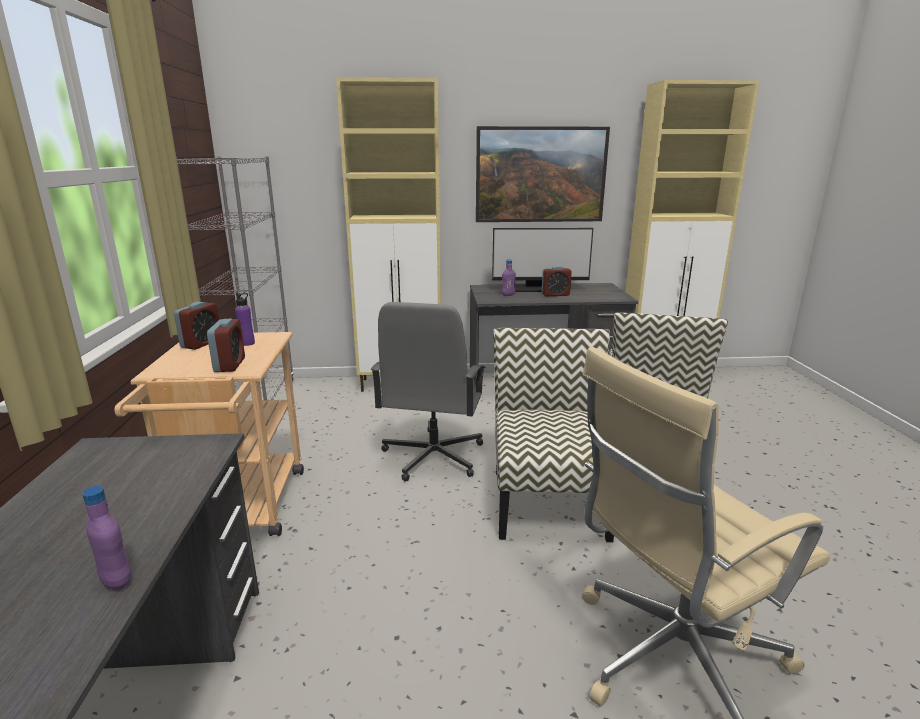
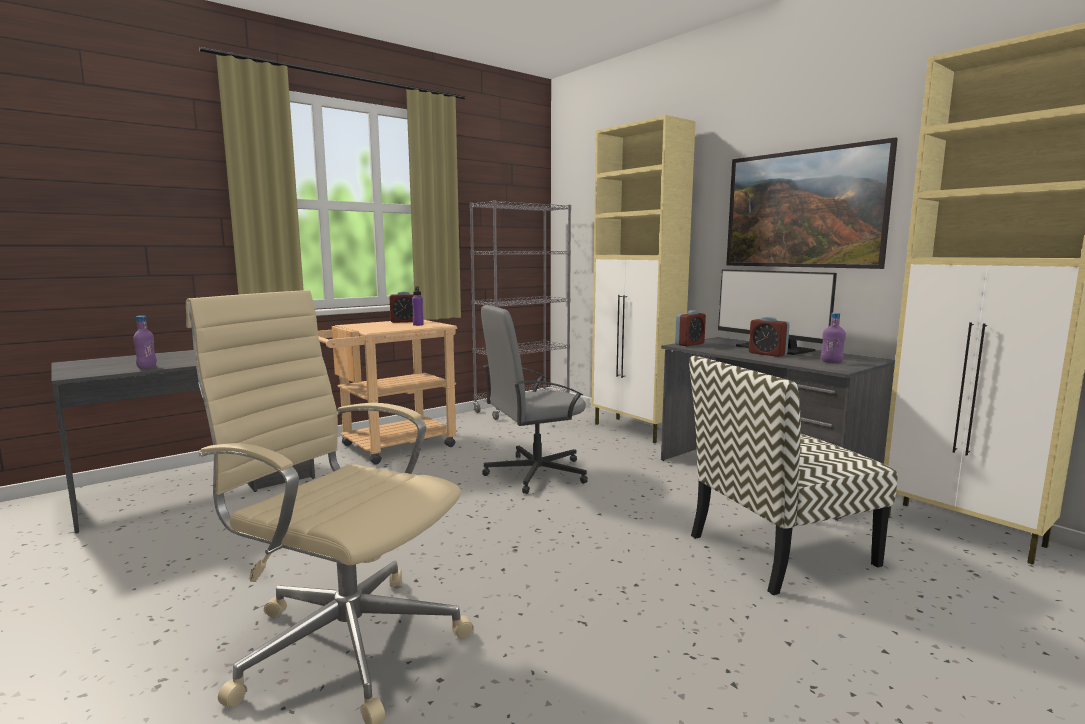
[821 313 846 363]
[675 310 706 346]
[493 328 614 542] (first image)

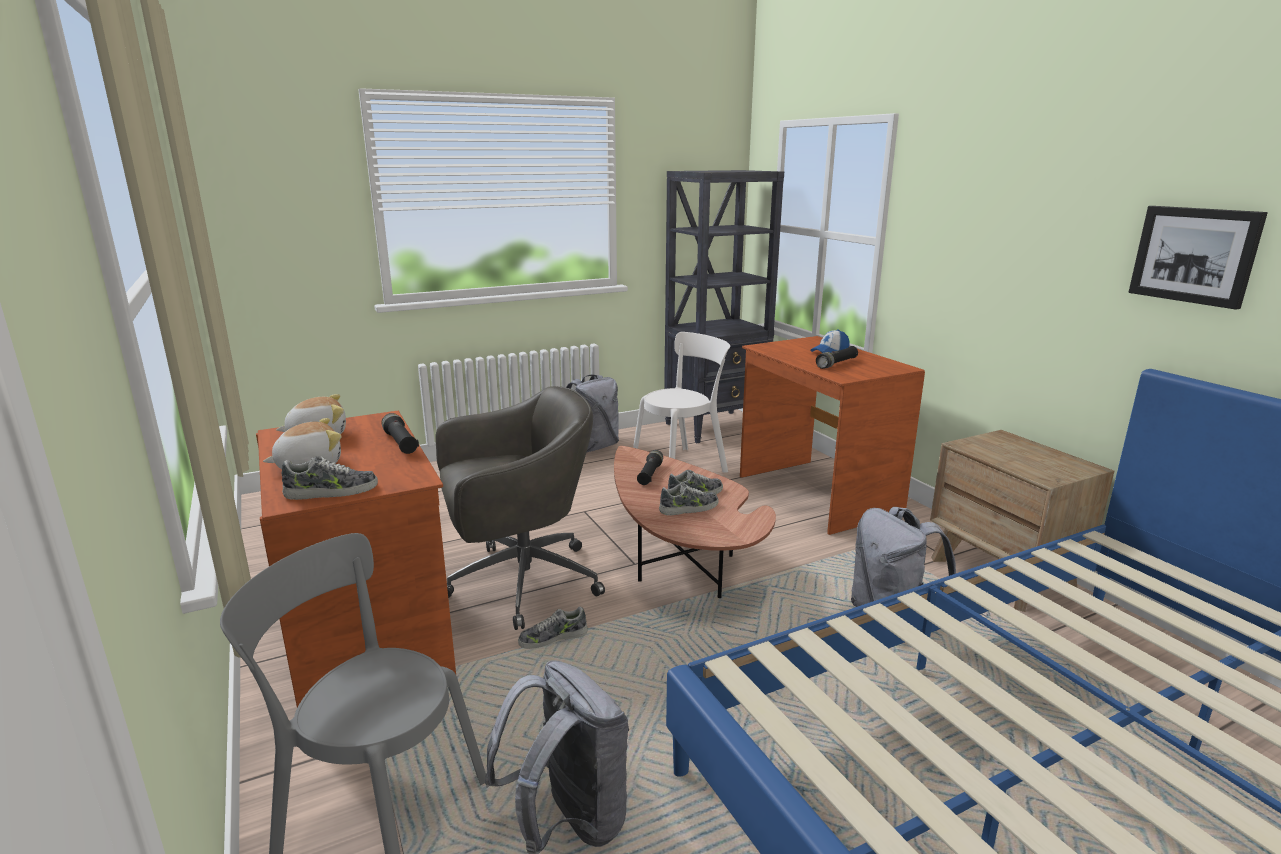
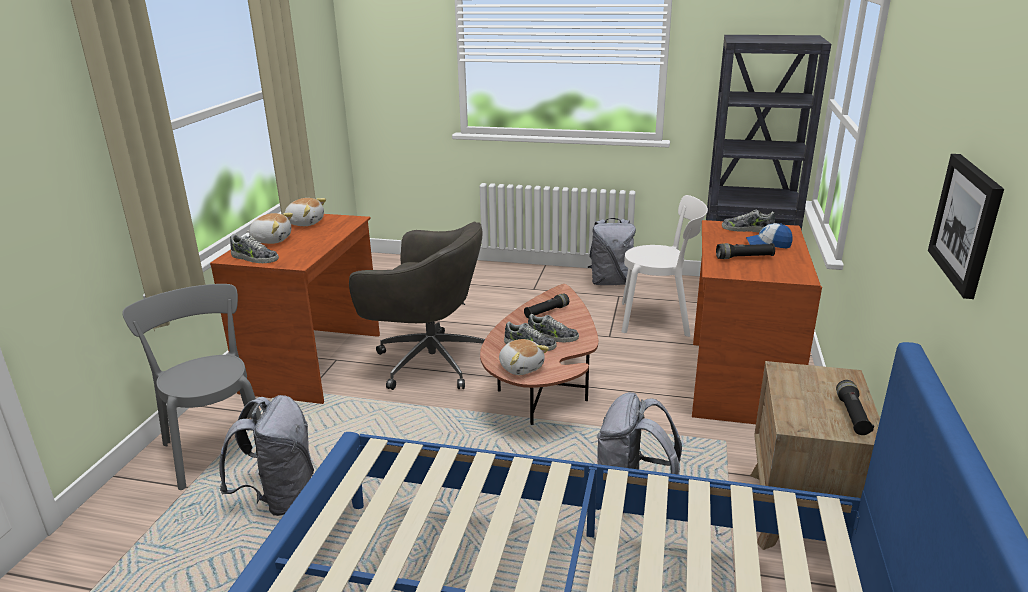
[836 380 874 435]
[722 210 775 233]
[499 339 549 375]

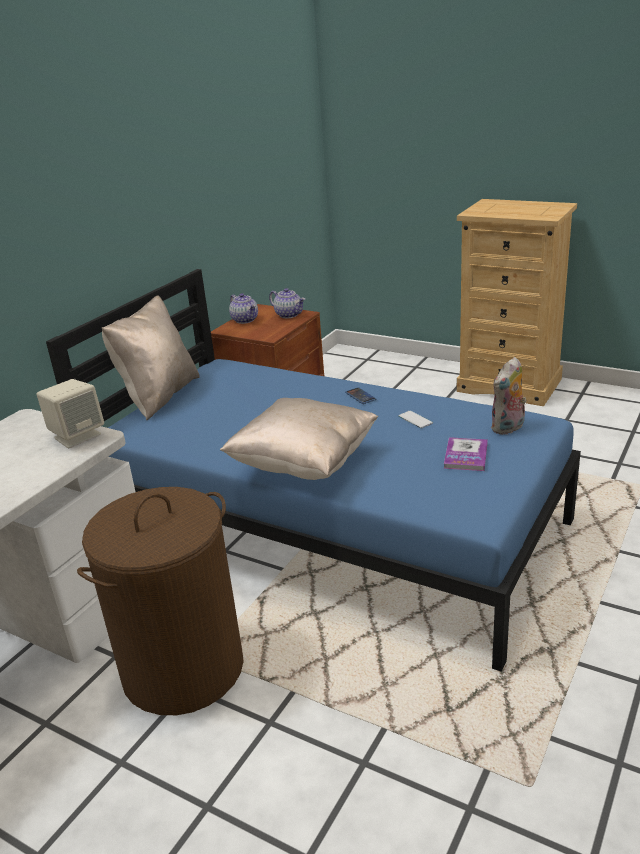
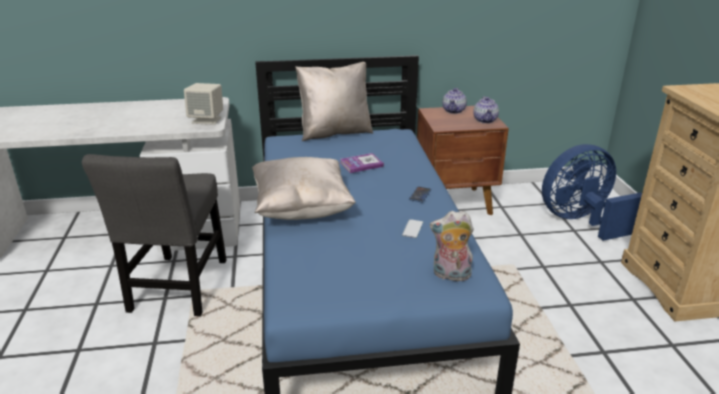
[340 153 384 173]
[82 154 227 316]
[542 144 642 241]

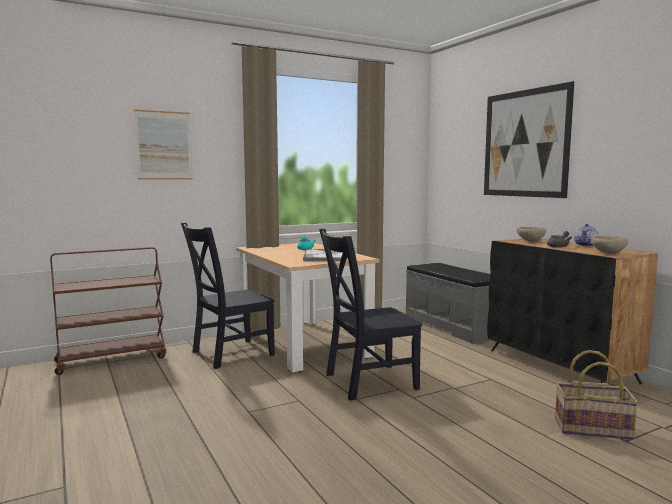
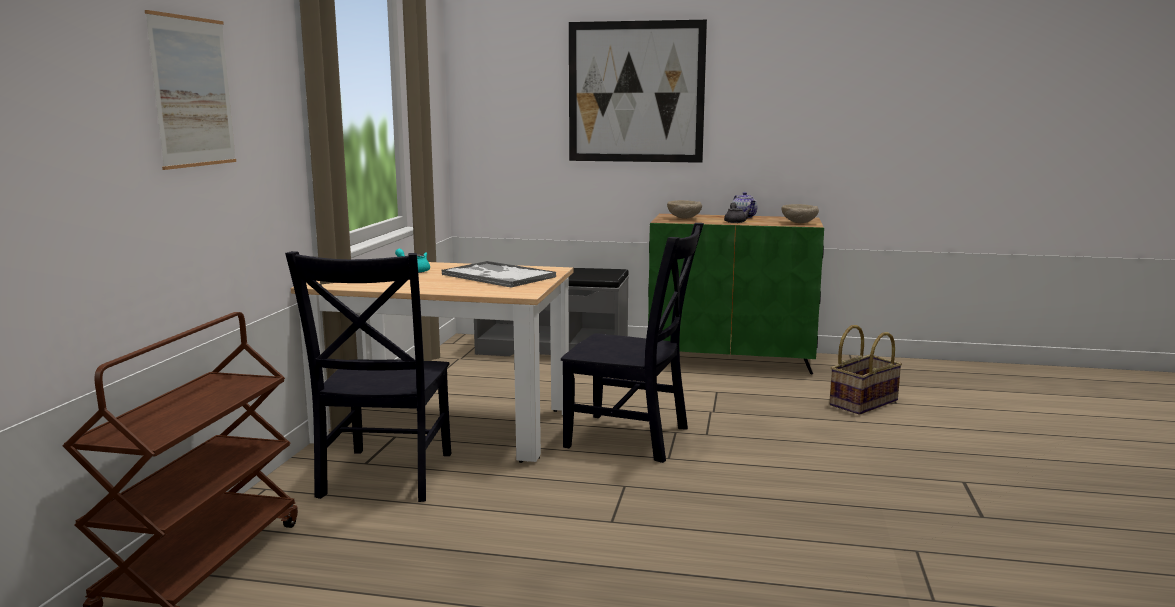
[561 223 704 463]
[648 214 824 374]

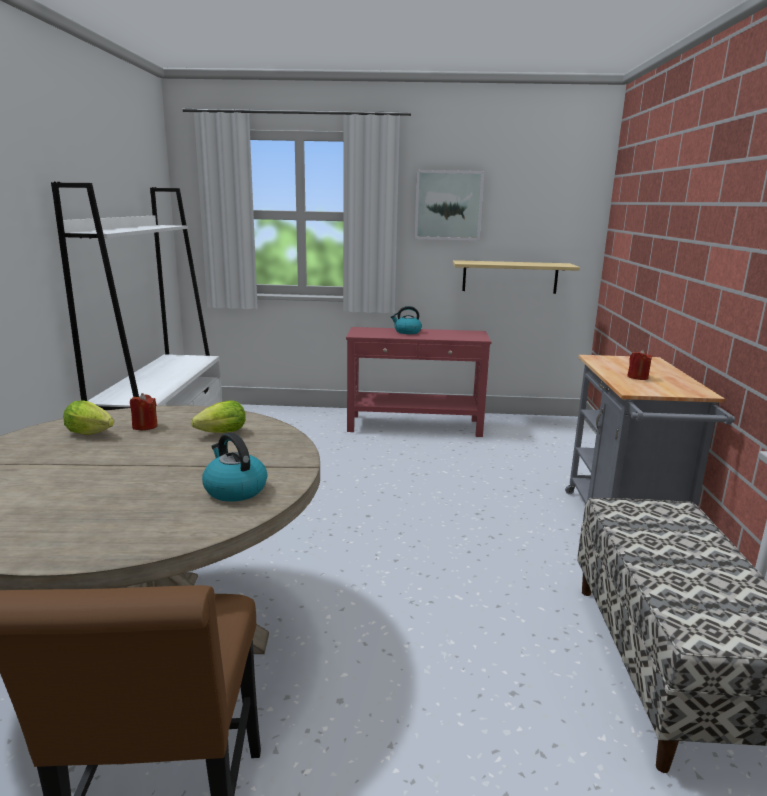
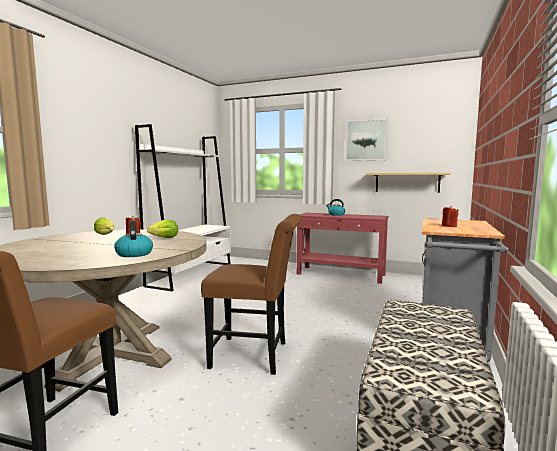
[201 214 302 375]

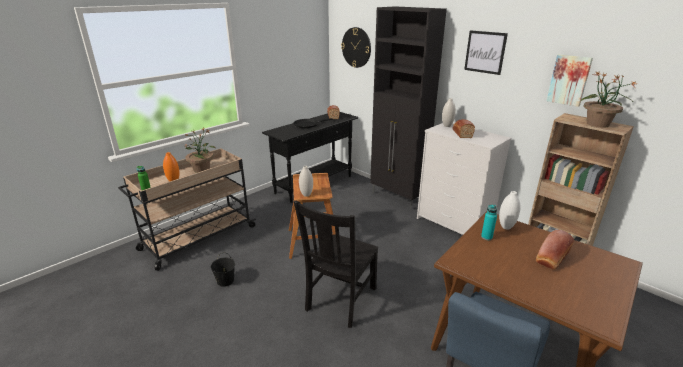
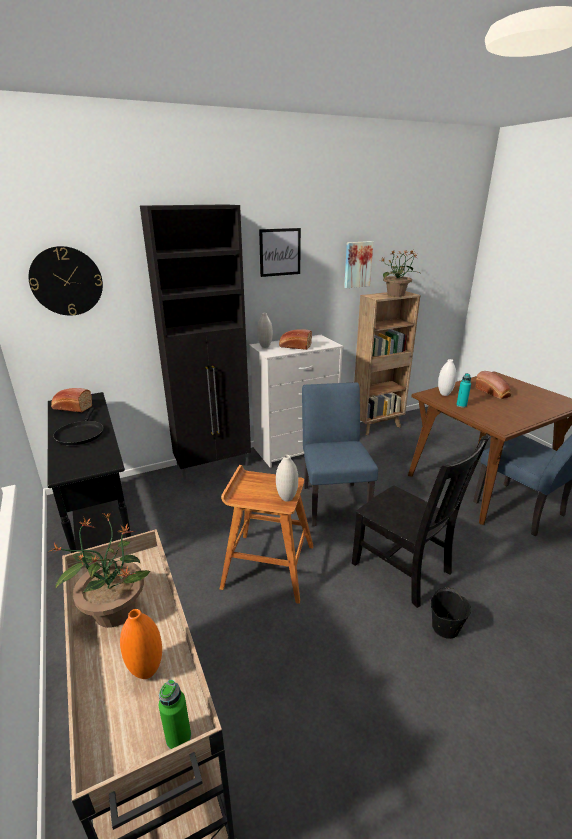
[431 588 471 639]
[302 382 378 526]

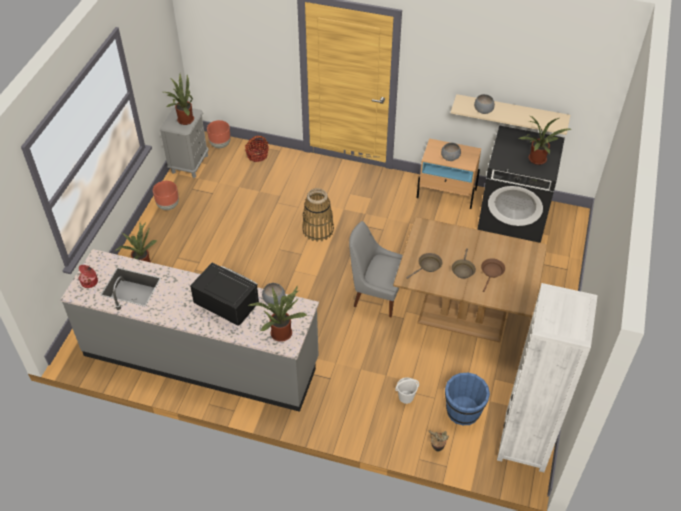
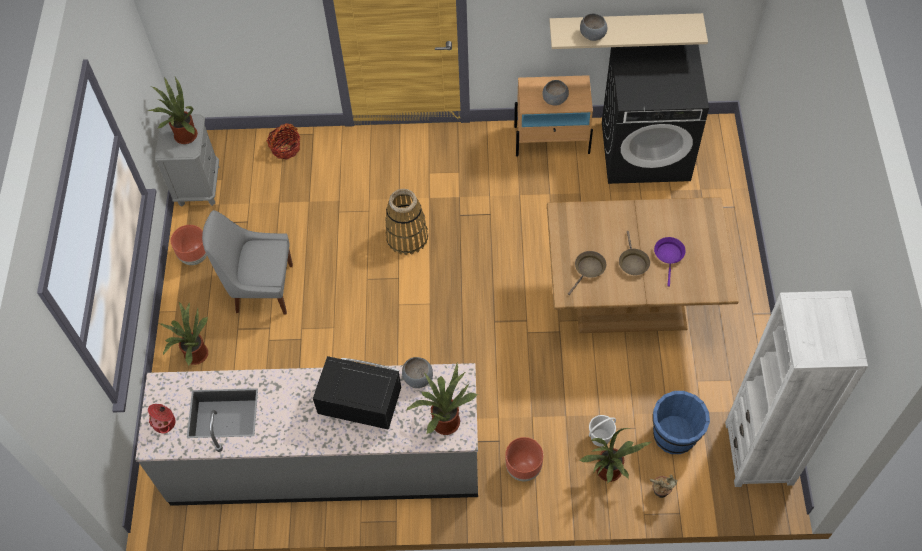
[579 428 651 483]
[505 437 543 481]
[202 210 293 314]
[654 237 685 287]

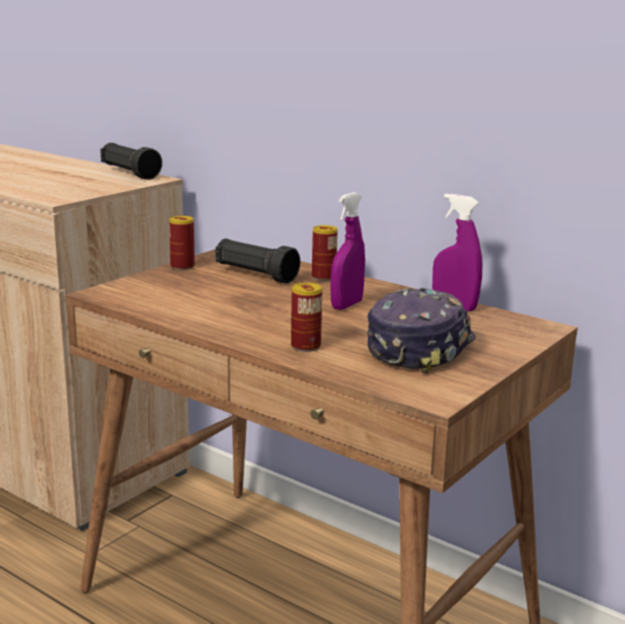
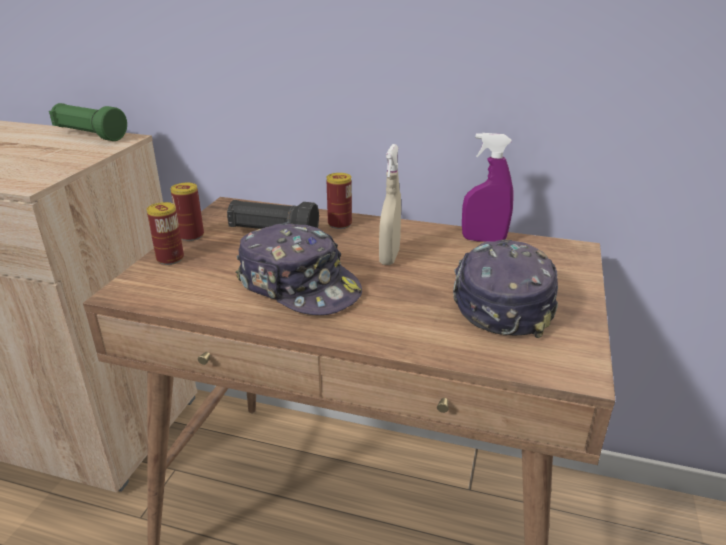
[49 103 127 141]
[379 144 401 265]
[147 202 184 265]
[236 222 362 315]

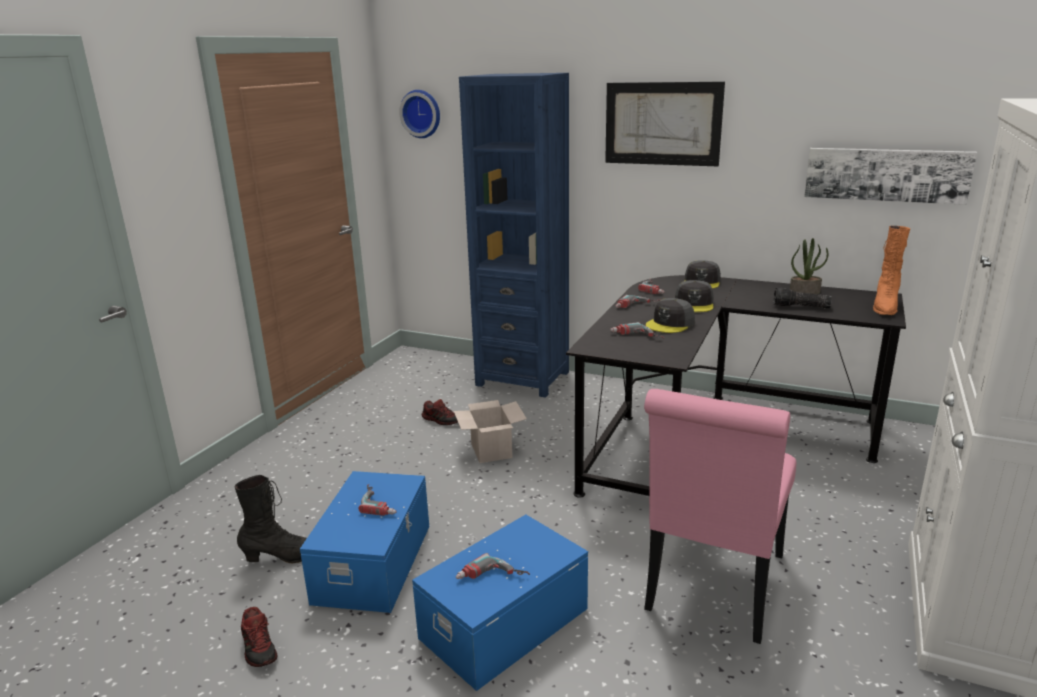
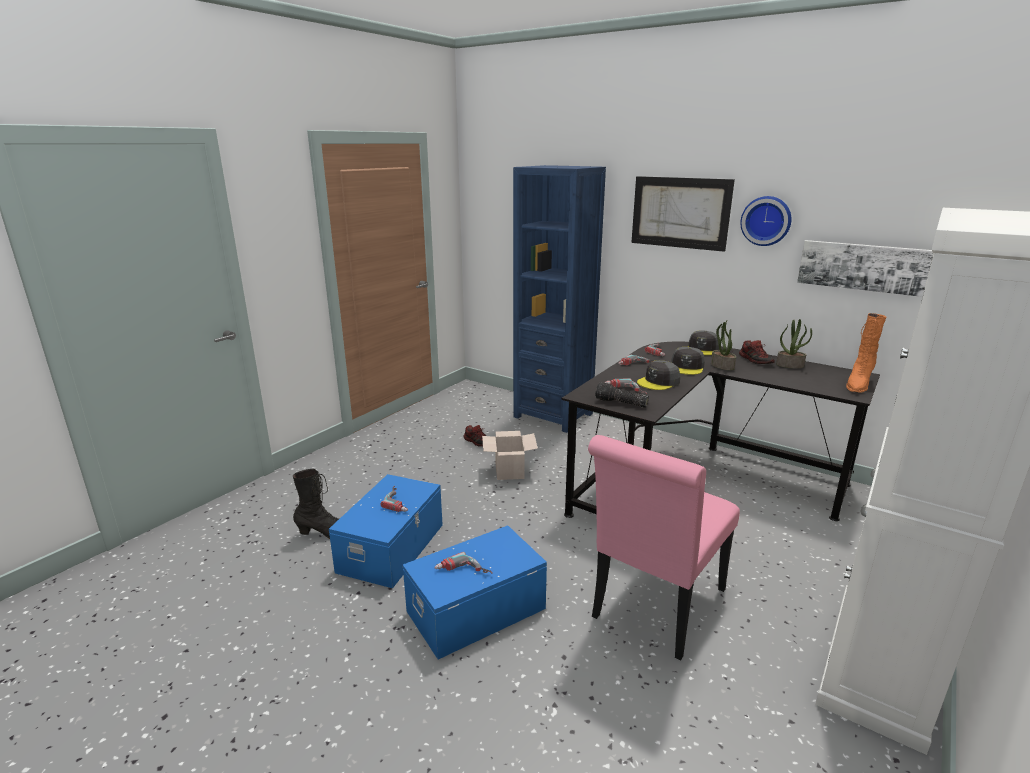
[740 196 792 246]
[595 382 649 408]
[739 340 775 364]
[711 319 736 370]

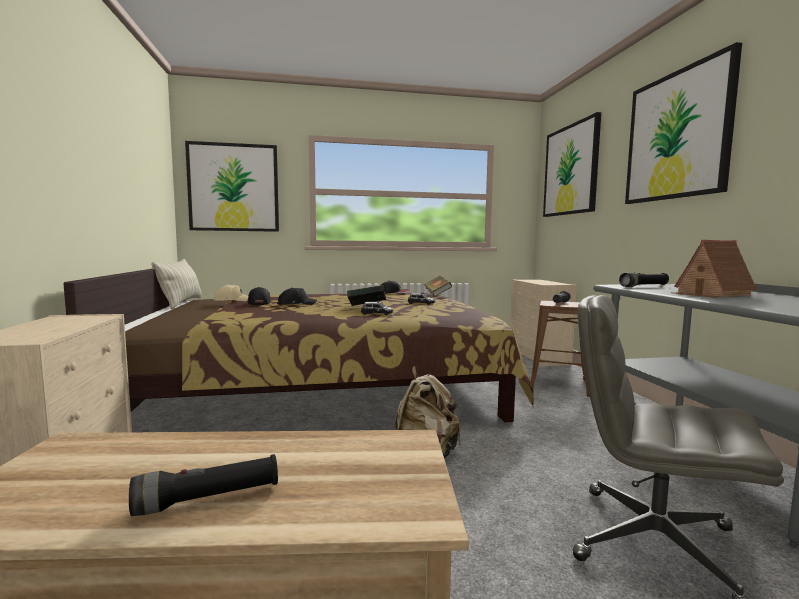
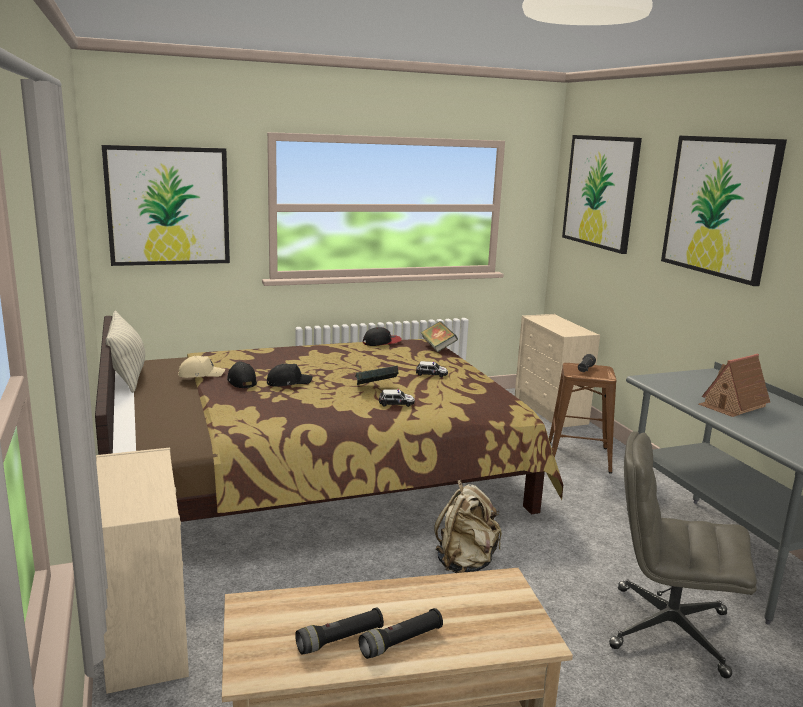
[295 607 384 655]

